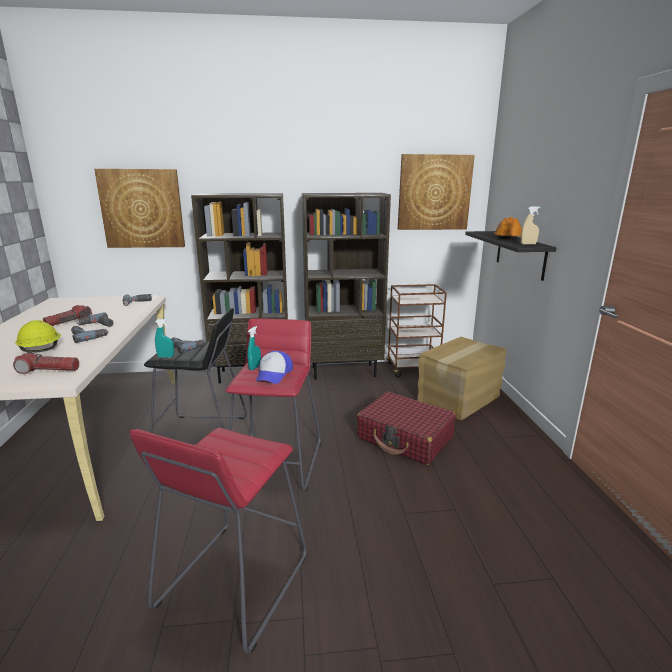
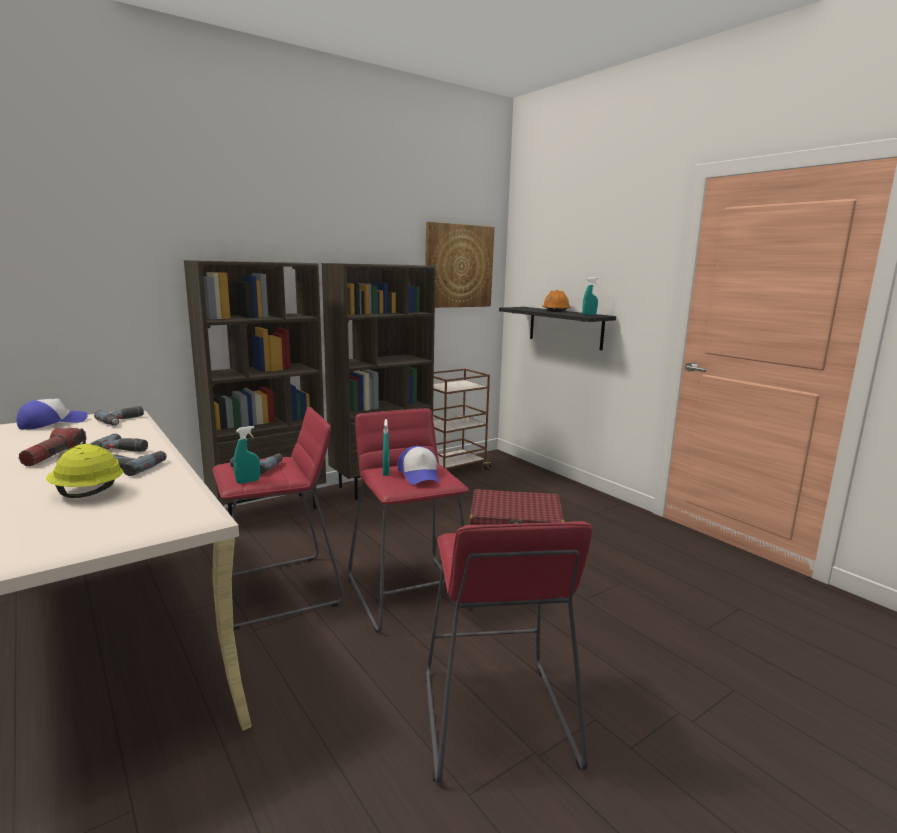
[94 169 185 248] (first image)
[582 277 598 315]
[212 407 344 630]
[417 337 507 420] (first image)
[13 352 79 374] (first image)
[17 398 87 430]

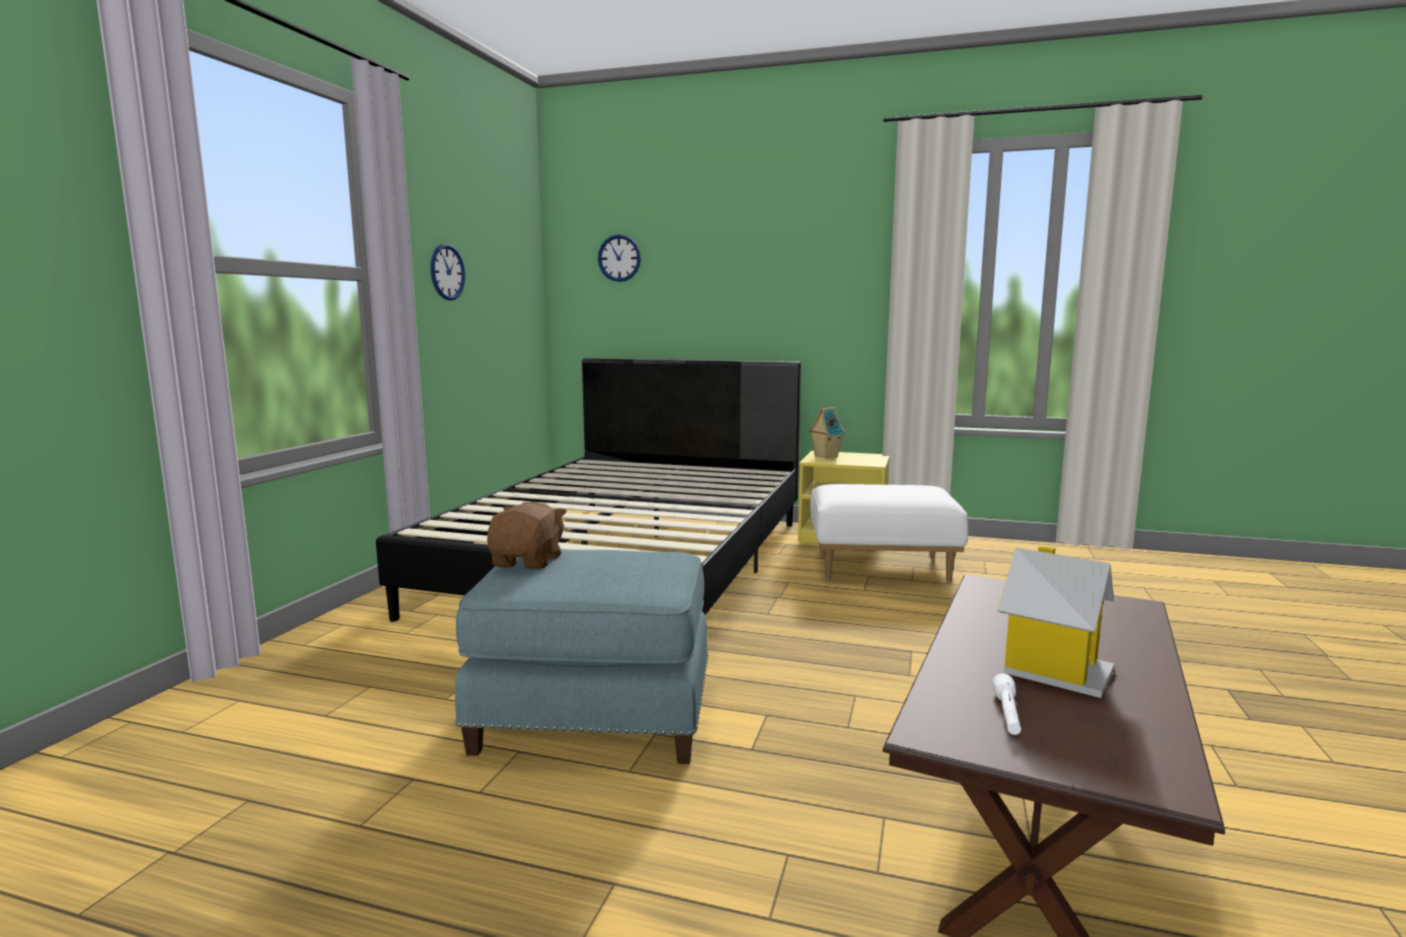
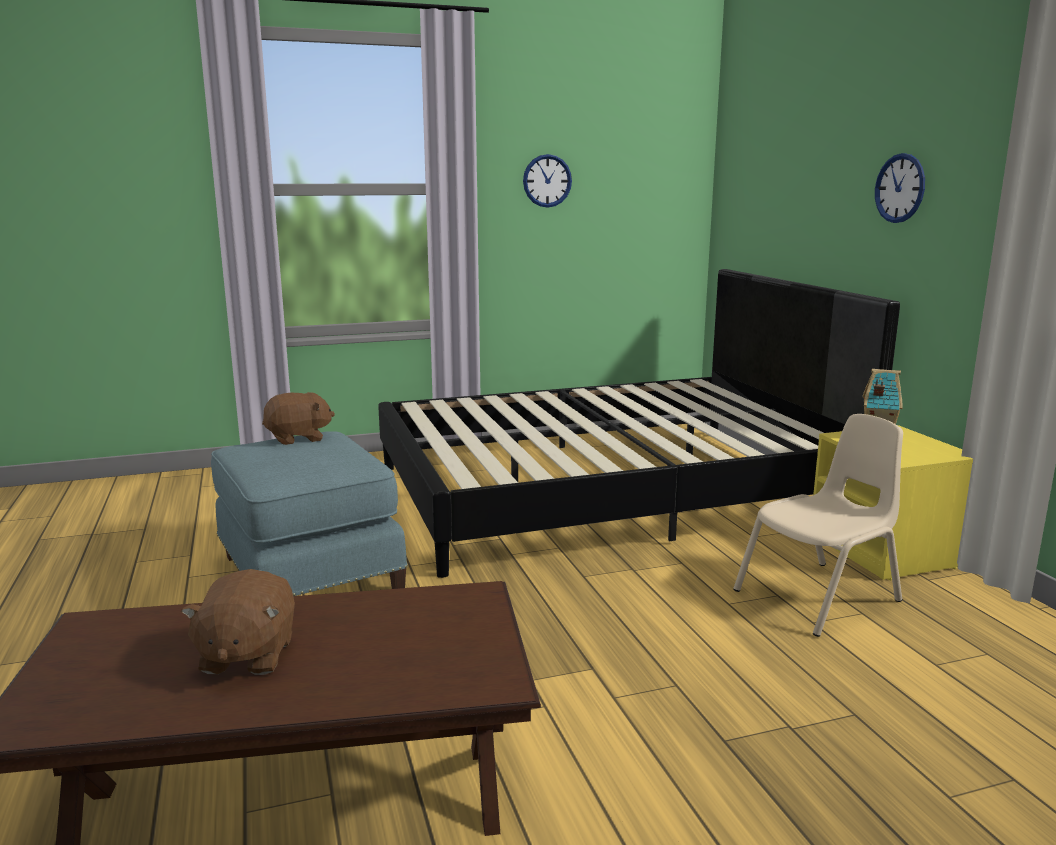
[875 153 925 223]
[733 414 903 637]
[181 569 295 675]
[992 674 1021 735] (first image)

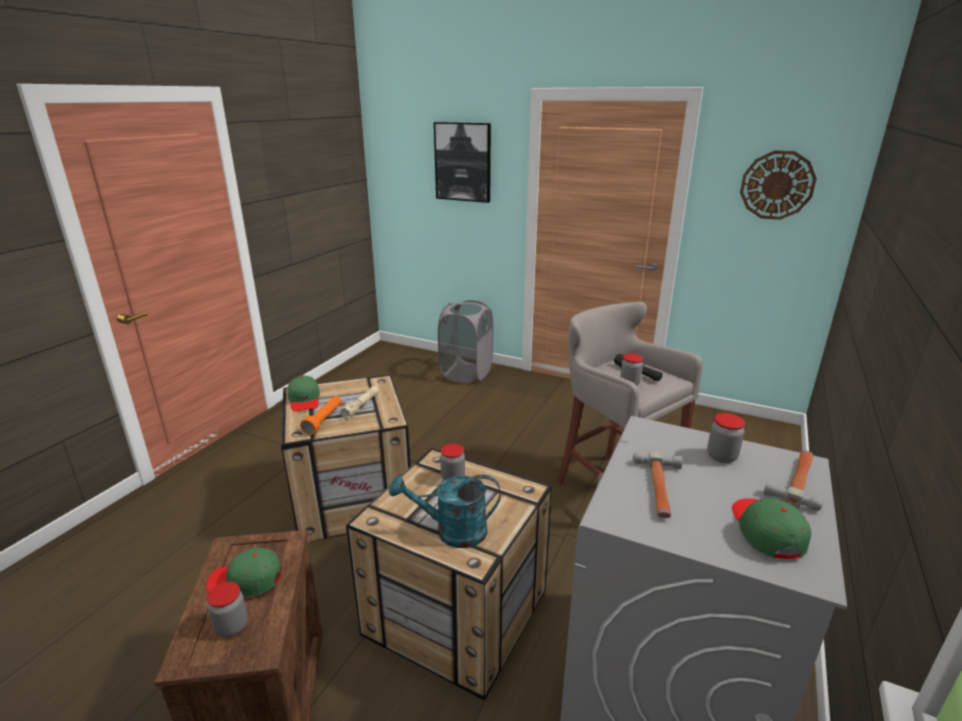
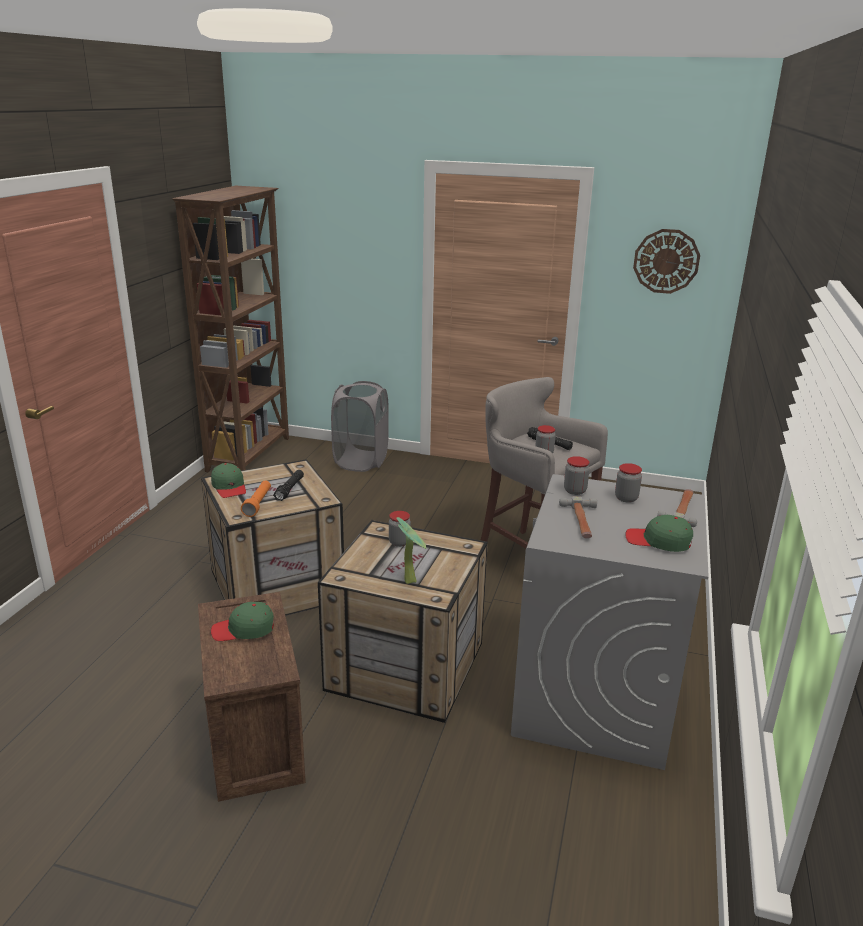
[434 122 491 203] (first image)
[273 470 304 501]
[396 517 427 584]
[625 515 693 552]
[564 456 590 495]
[172 186 289 472]

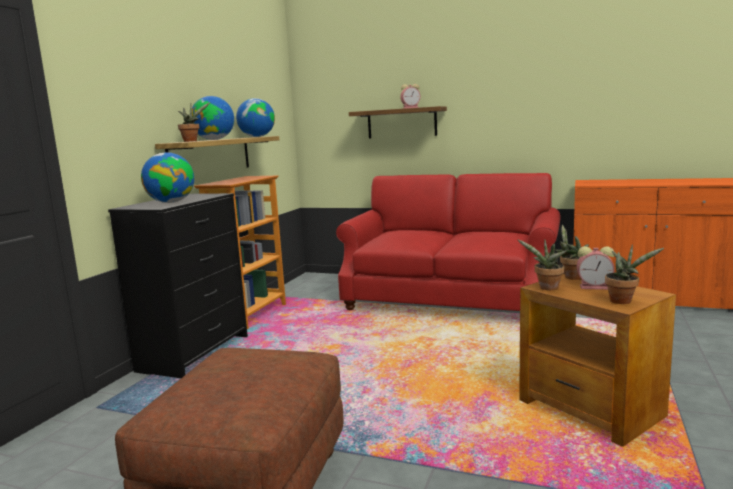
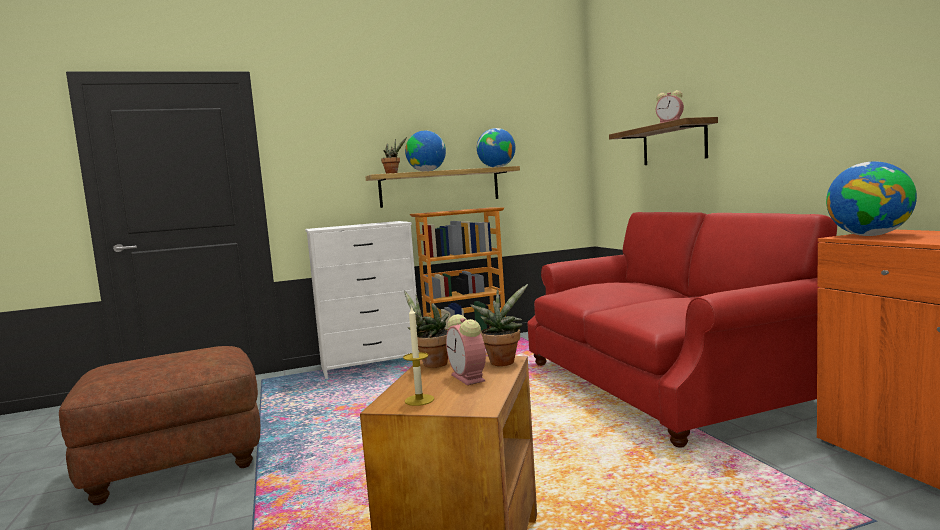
[826 162 917 236]
[305 221 419 379]
[403 305 434 406]

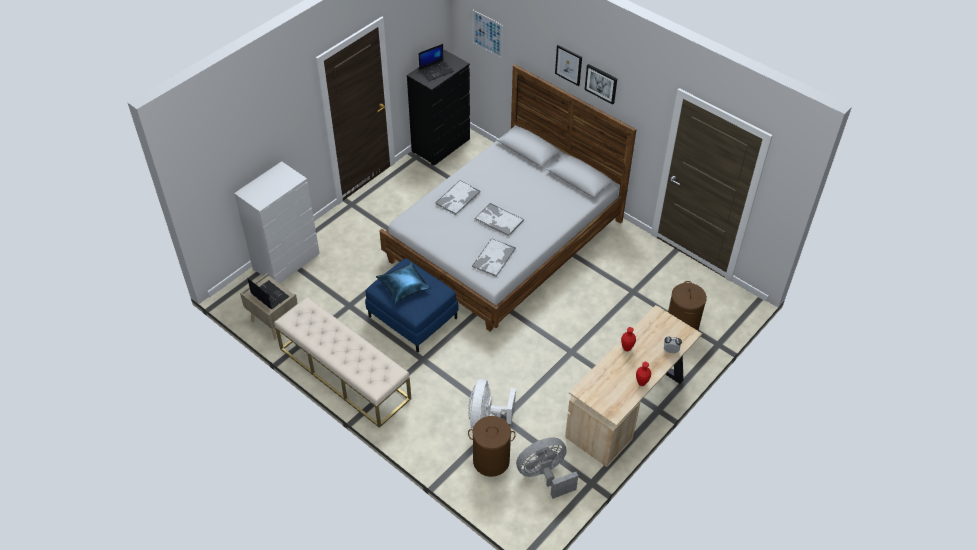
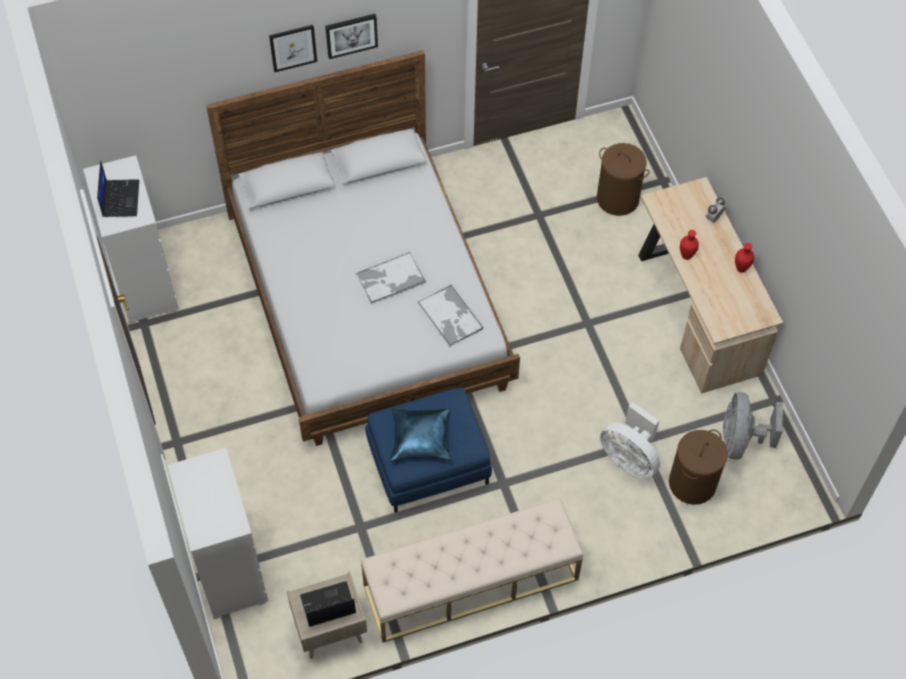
[472 10 503 58] (first image)
[83 155 179 324]
[435 180 481 215] (first image)

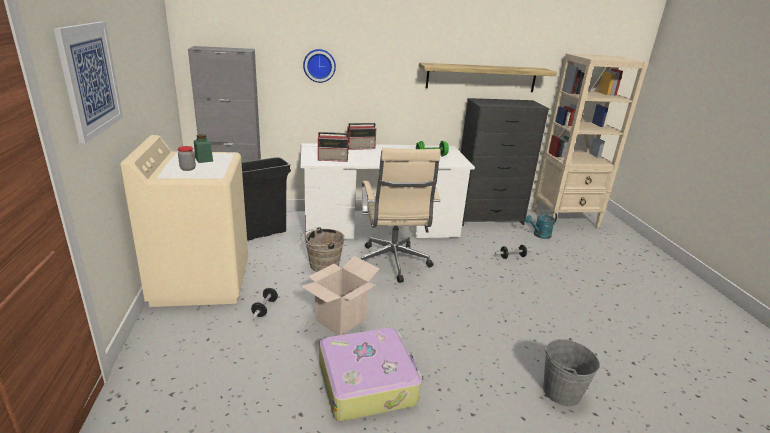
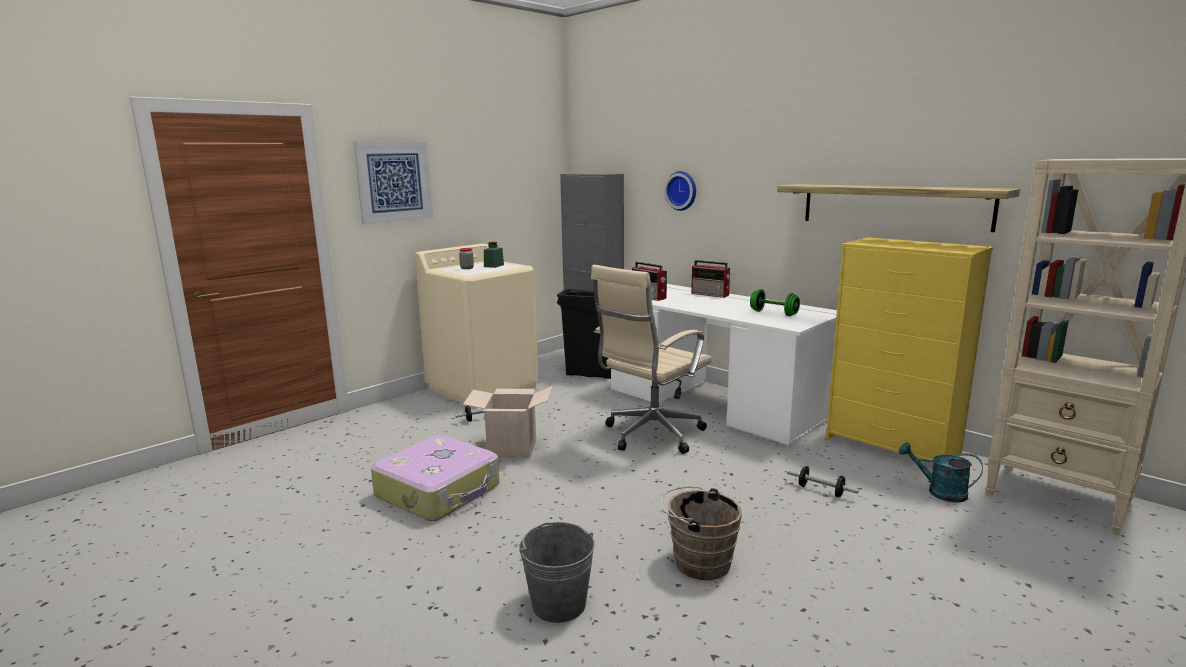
[826 237 993 463]
[660 486 742 580]

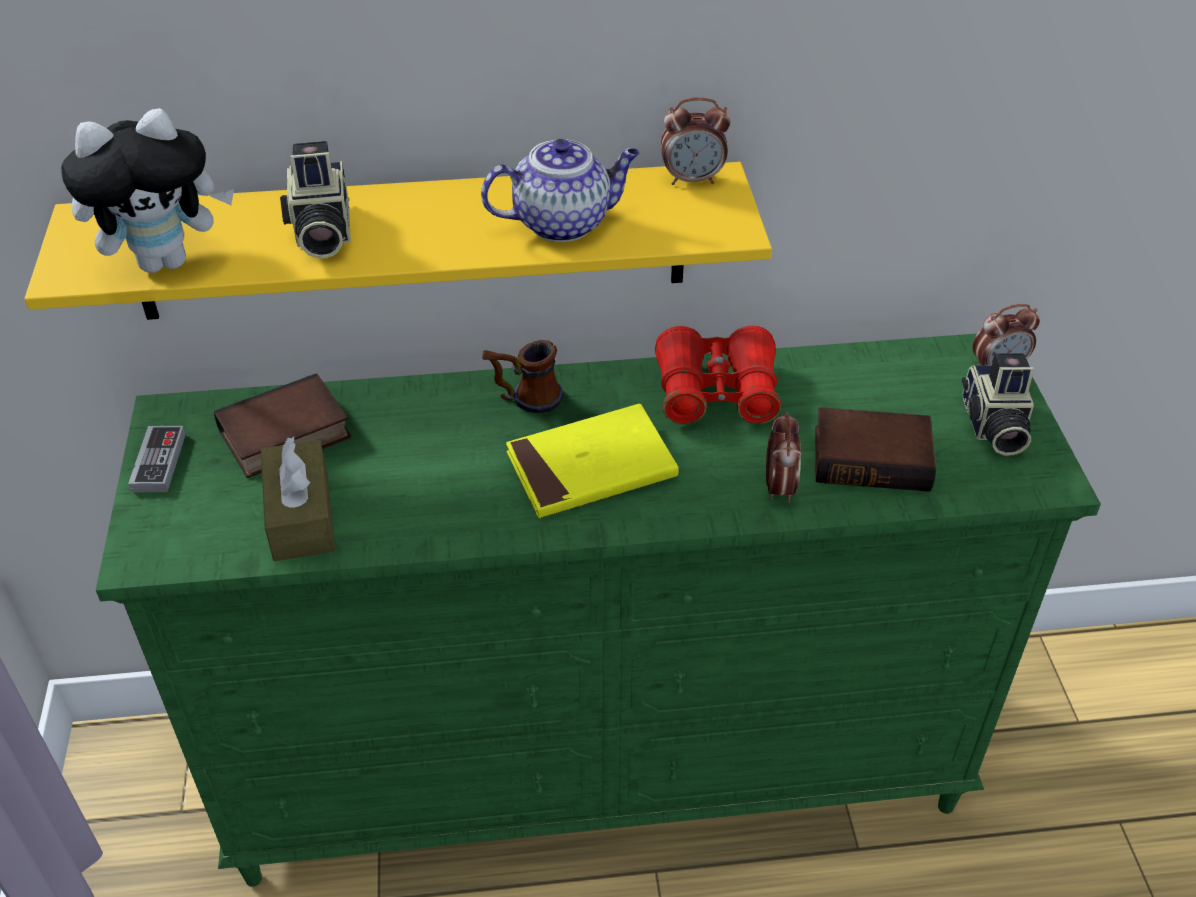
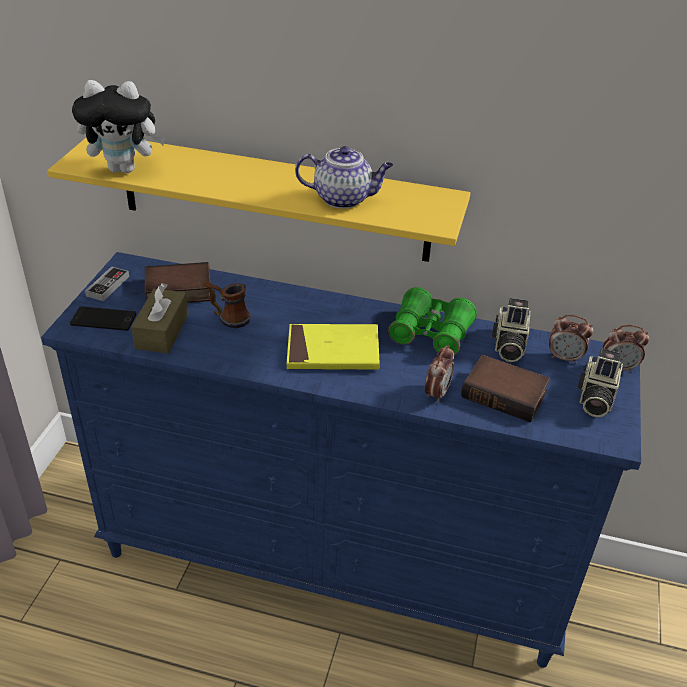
[549 314 593 364]
[492 298 531 362]
[388 287 477 355]
[41 252 641 668]
[203 280 251 329]
[70 306 136 331]

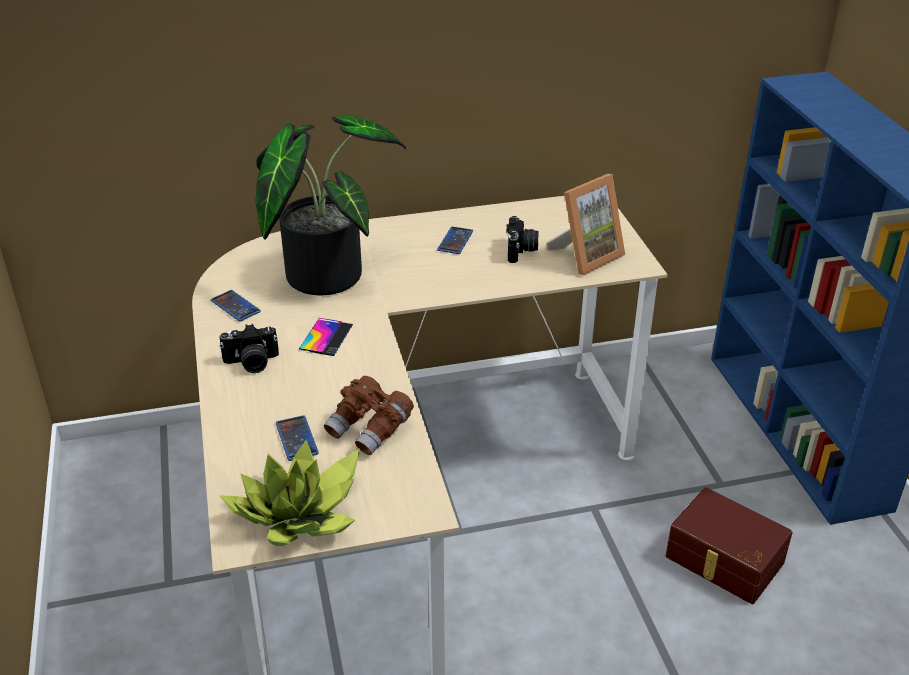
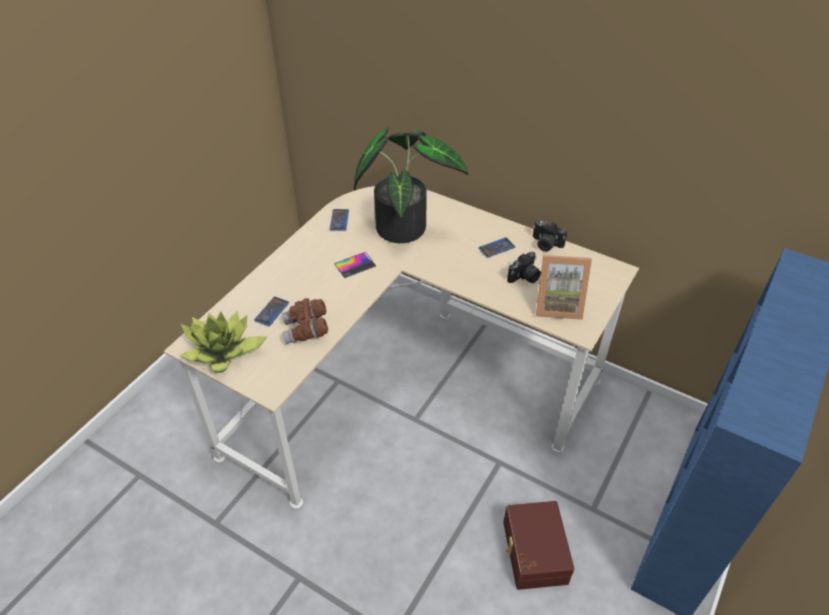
[533 220 567 252]

